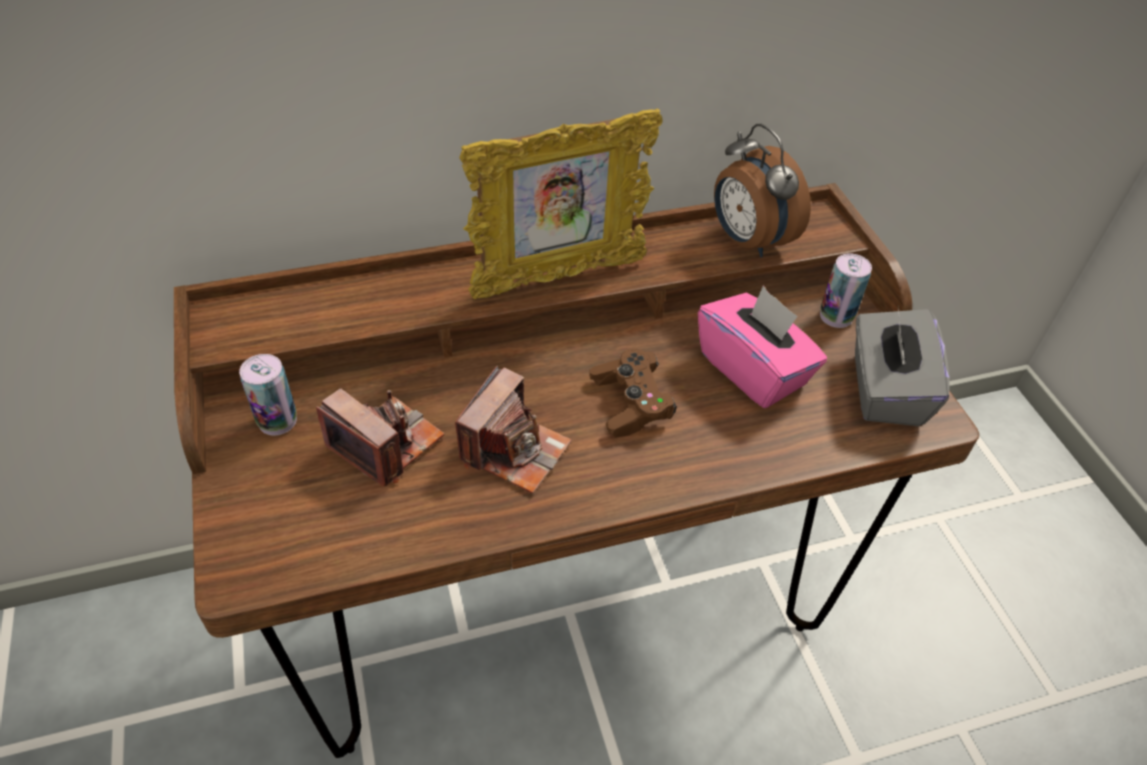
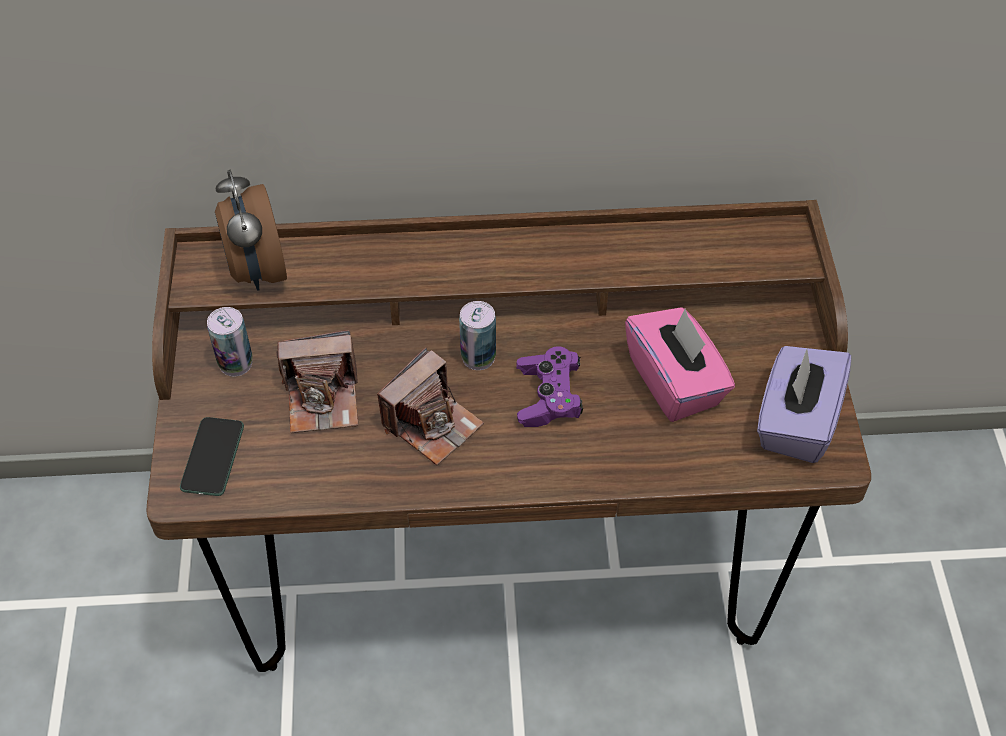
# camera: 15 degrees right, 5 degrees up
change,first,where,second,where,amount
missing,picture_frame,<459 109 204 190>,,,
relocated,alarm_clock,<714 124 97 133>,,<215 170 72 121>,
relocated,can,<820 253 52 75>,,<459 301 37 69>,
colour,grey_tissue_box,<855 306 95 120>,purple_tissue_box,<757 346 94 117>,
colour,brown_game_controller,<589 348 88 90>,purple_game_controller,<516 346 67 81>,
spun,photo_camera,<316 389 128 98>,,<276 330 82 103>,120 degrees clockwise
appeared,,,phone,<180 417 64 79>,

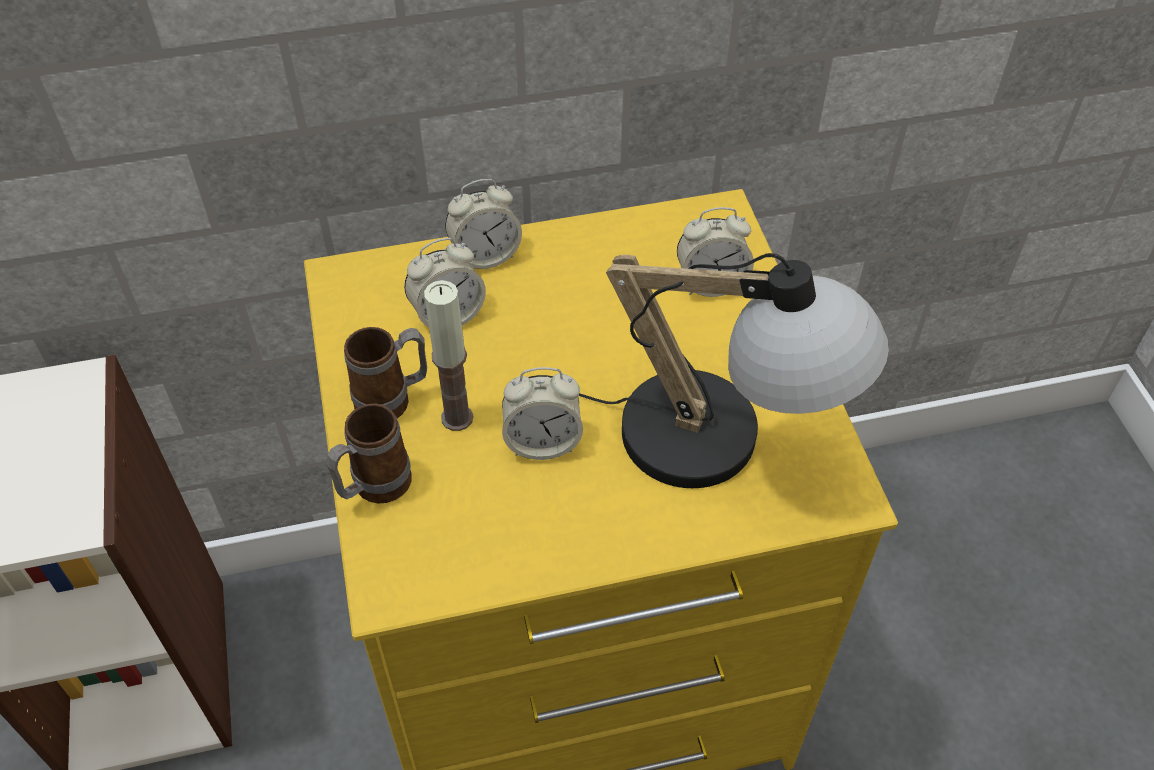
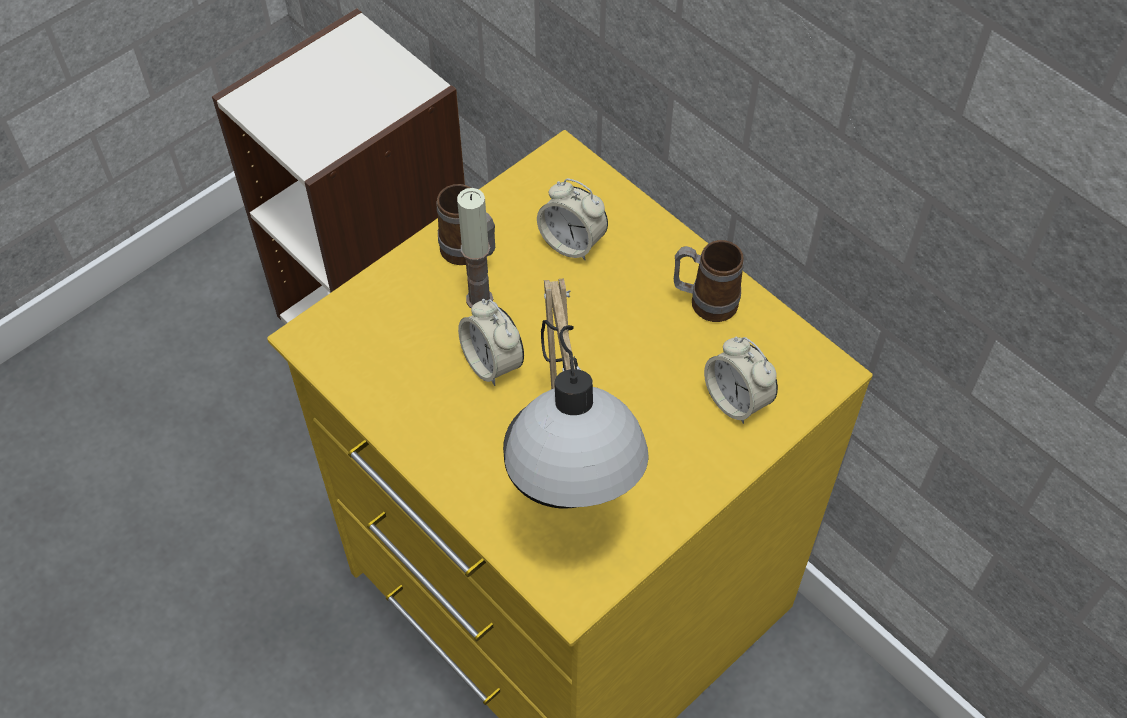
# camera: 60 degrees right, 5 degrees up
change,first,where,second,where,amount
missing,alarm_clock,<445 179 77 90>,,,
relocated,mug,<326 403 86 100>,,<674 240 70 82>,

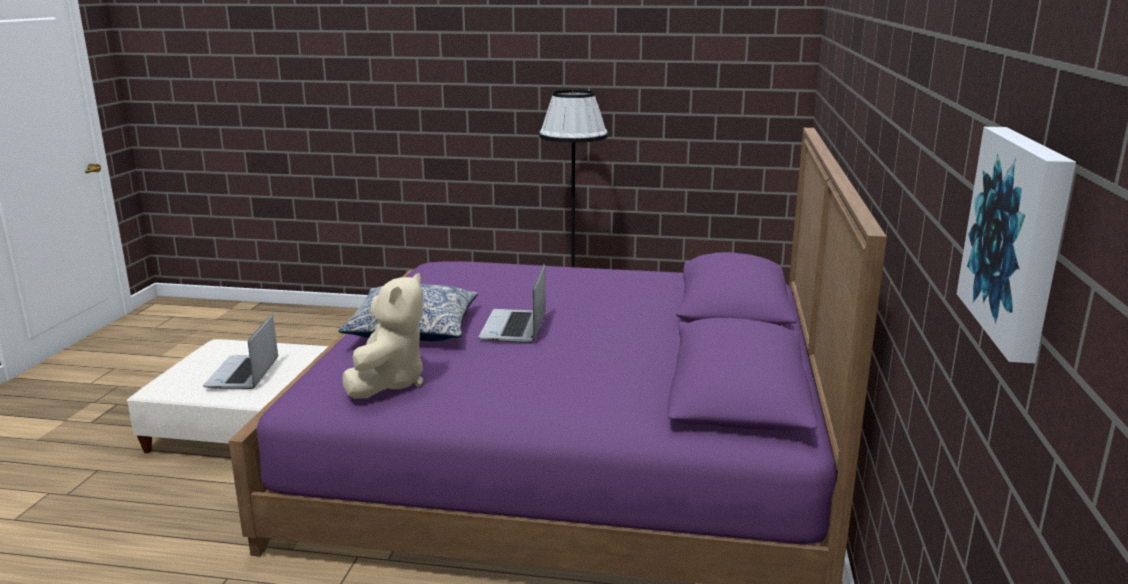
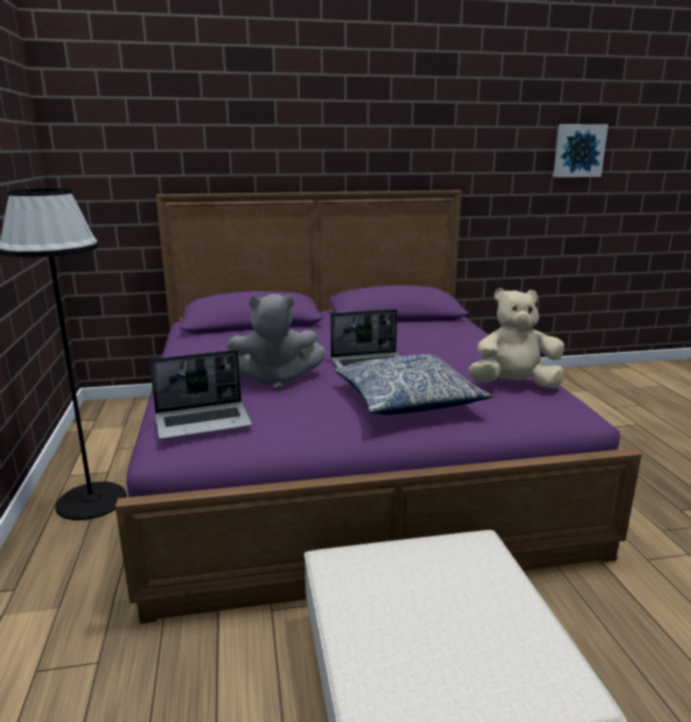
# camera: 110 degrees left, 0 degrees up
change,first,where,second,where,amount
relocated,laptop,<203 313 75 76>,,<149 350 103 89>,
appeared,,,grey_plush_toy,<227 294 99 96>,

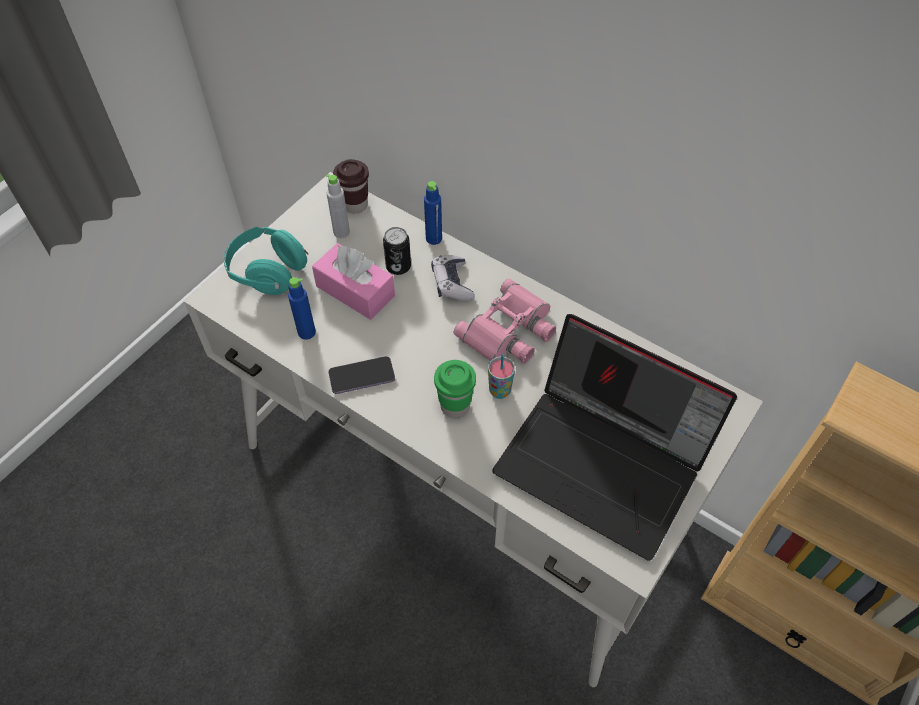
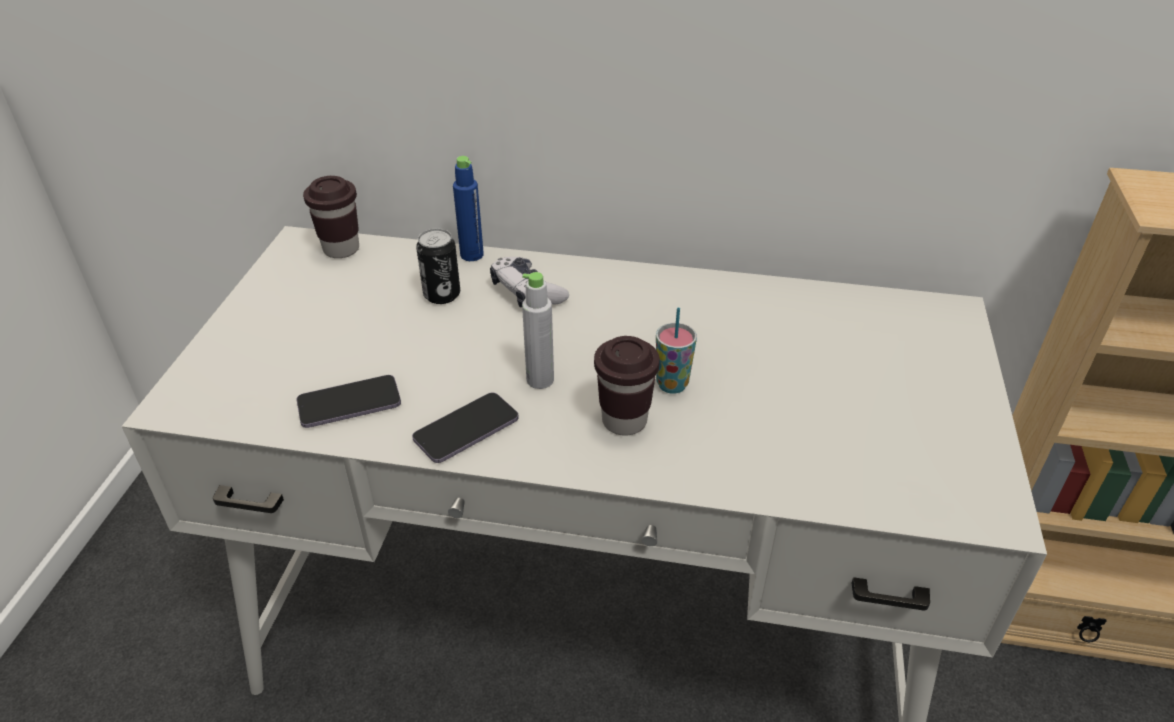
# camera: 25 degrees left, 15 degrees down
change,first,where,second,where,amount
relocated,grey_bottle,<326 174 24 64>,,<522 272 32 117>,
missing,turquoise_headphones,<223 227 86 68>,,,
missing,pink_tissue_box,<312 243 83 77>,,,
exchanged,blue_bottle,<288 277 28 63>,phone,<297 375 104 53>,
missing,pink_binoculars,<454 279 102 85>,,,
missing,laptop,<492 314 245 247>,,,
colour,green_cup,<434 360 42 58>,brown_cup,<594 336 66 100>,

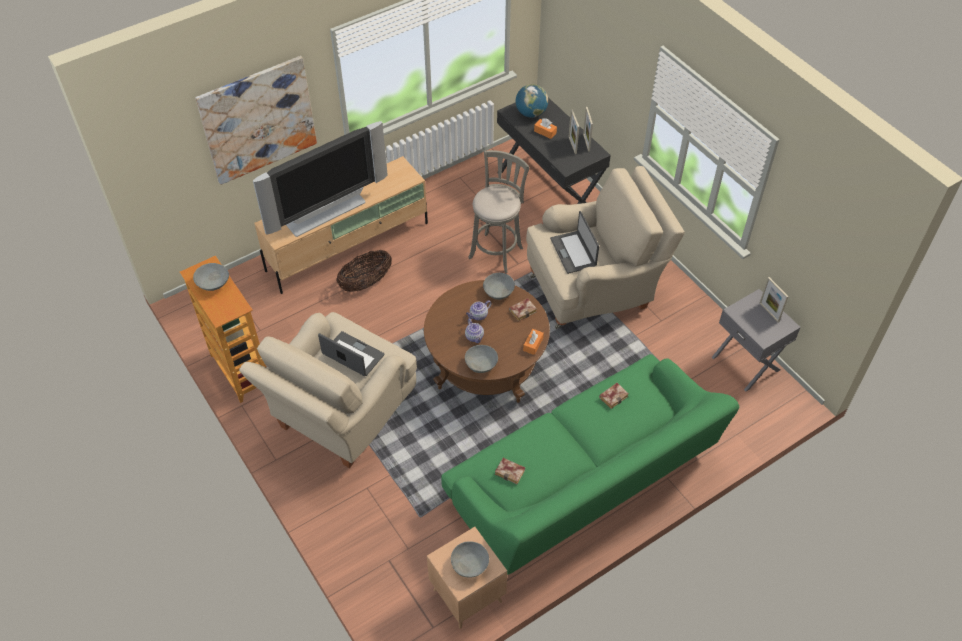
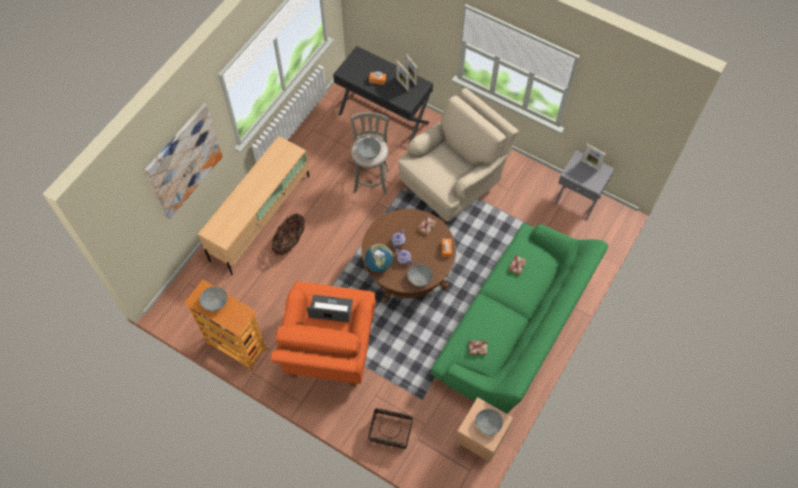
# camera: 25 degrees left, 10 degrees up
change,first,where,second,where,amount
relocated,globe,<516 84 32 34>,,<365 244 28 28>,
missing,television,<253 121 135 116>,,,
missing,laptop,<550 211 49 63>,,,
relocated,grey_bowl,<483 273 32 27>,,<357 138 24 21>,
colour,beige_armchair,<239 312 178 156>,orange_armchair,<271 282 105 105>,
appeared,,,basket,<368 408 45 41>,

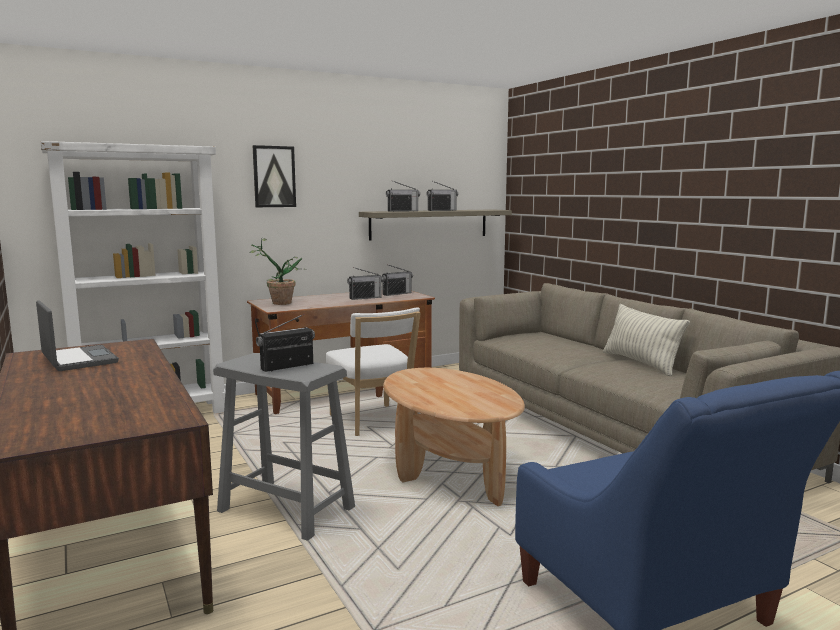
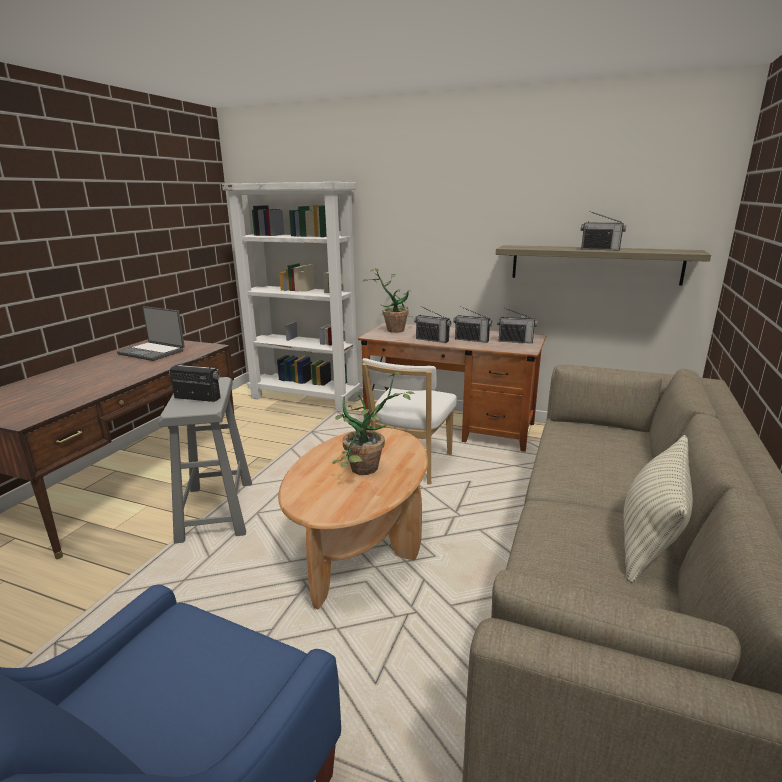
# camera: 50 degrees right, 10 degrees up
change,first,where,second,where,amount
missing,picture,<252 145 44 62>,,,
relocated,radio,<386 180 34 32>,,<414 306 37 37>,
spun,laptop,<36 300 83 71>,,<117 306 68 55>,105 degrees clockwise
appeared,,,potted_plant,<332 372 83 103>,

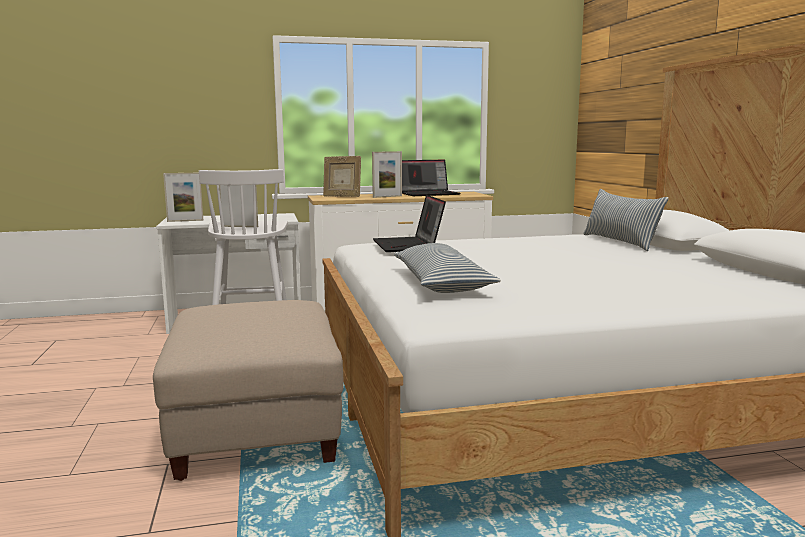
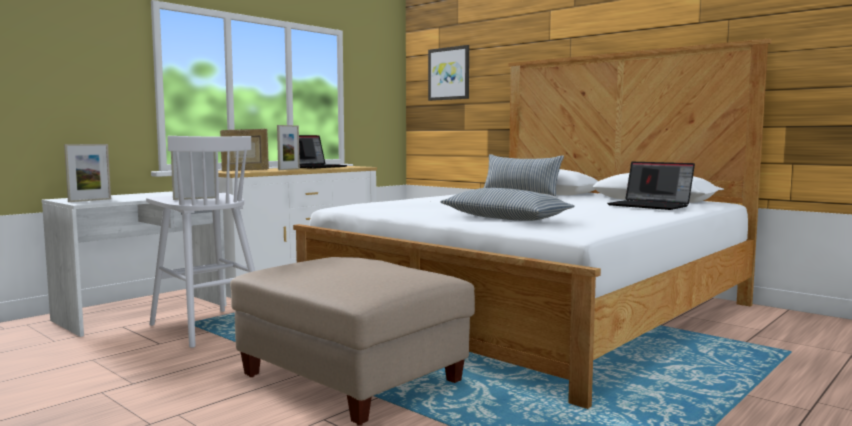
# camera: 35 degrees left, 5 degrees down
change,first,where,second,where,amount
relocated,laptop,<373 195 73 57>,,<607 162 88 48>,
appeared,,,picture,<428 45 41 56>,

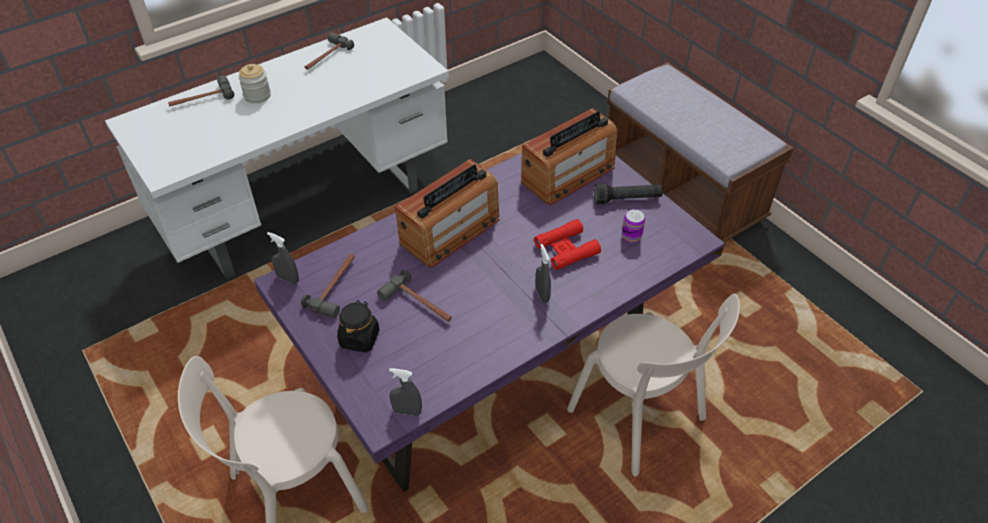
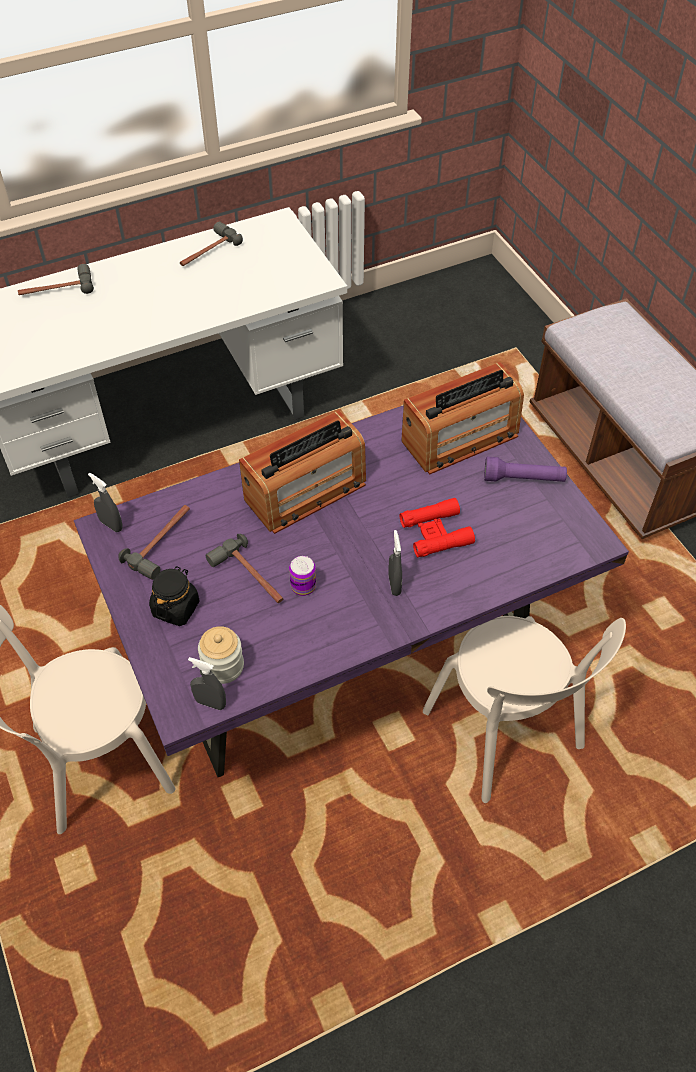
# camera: 10 degrees right, 5 degrees up
change,first,where,second,where,amount
relocated,jar,<238 64 33 39>,,<198 626 46 58>,
colour,black_flashlight,<594 184 69 20>,purple_flashlight,<484 457 83 25>,
relocated,can,<622 209 23 34>,,<289 556 27 40>,

